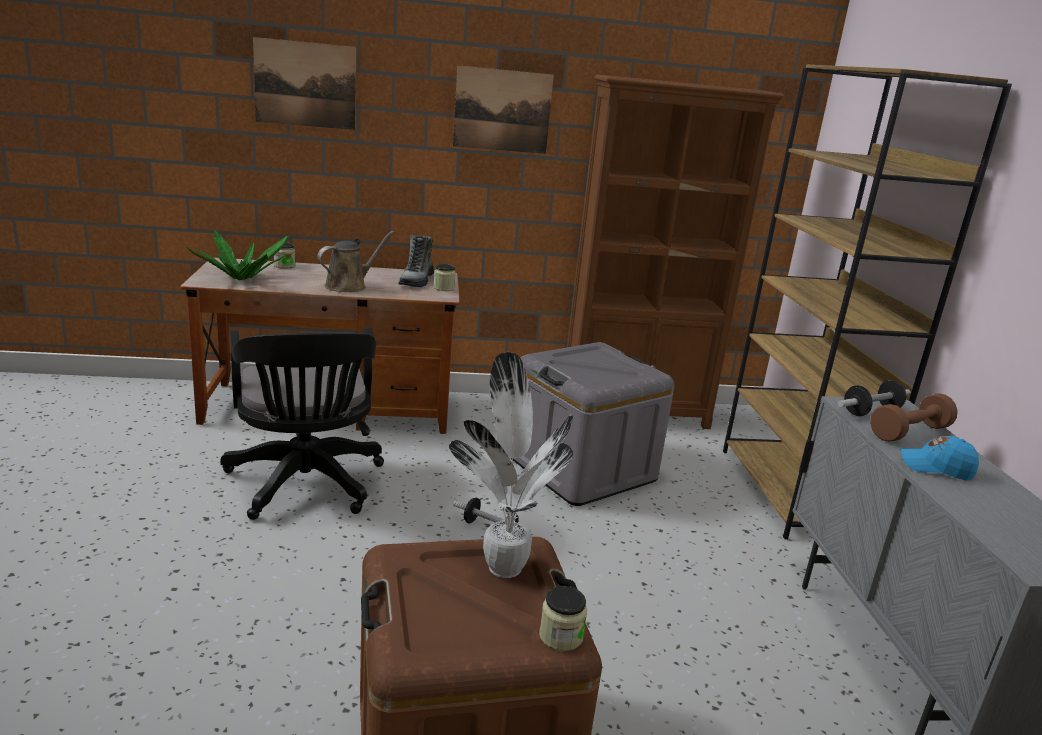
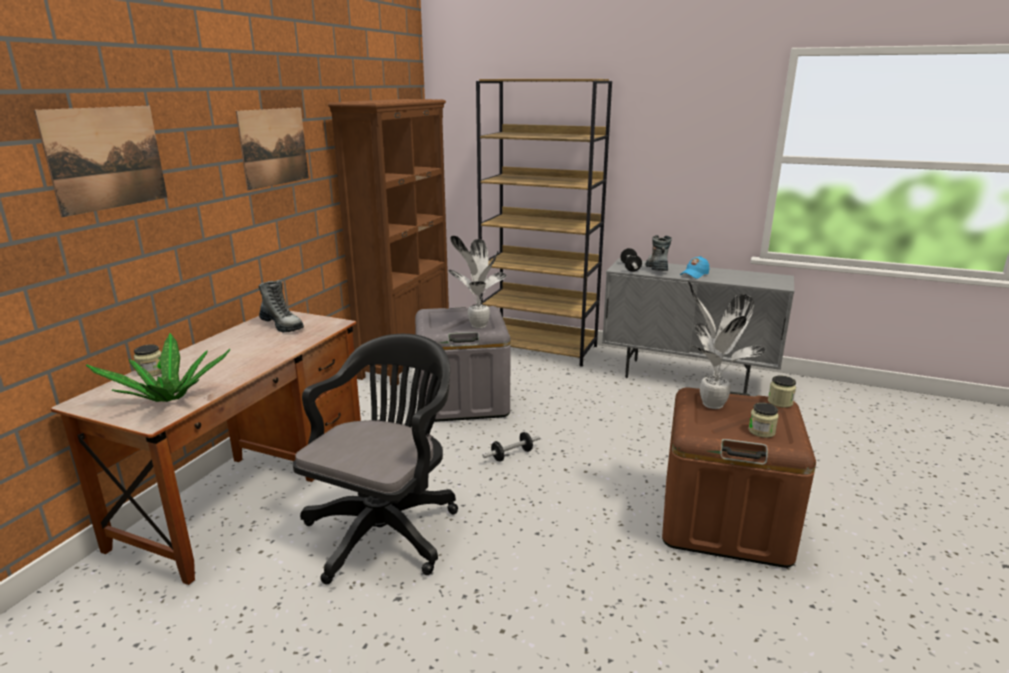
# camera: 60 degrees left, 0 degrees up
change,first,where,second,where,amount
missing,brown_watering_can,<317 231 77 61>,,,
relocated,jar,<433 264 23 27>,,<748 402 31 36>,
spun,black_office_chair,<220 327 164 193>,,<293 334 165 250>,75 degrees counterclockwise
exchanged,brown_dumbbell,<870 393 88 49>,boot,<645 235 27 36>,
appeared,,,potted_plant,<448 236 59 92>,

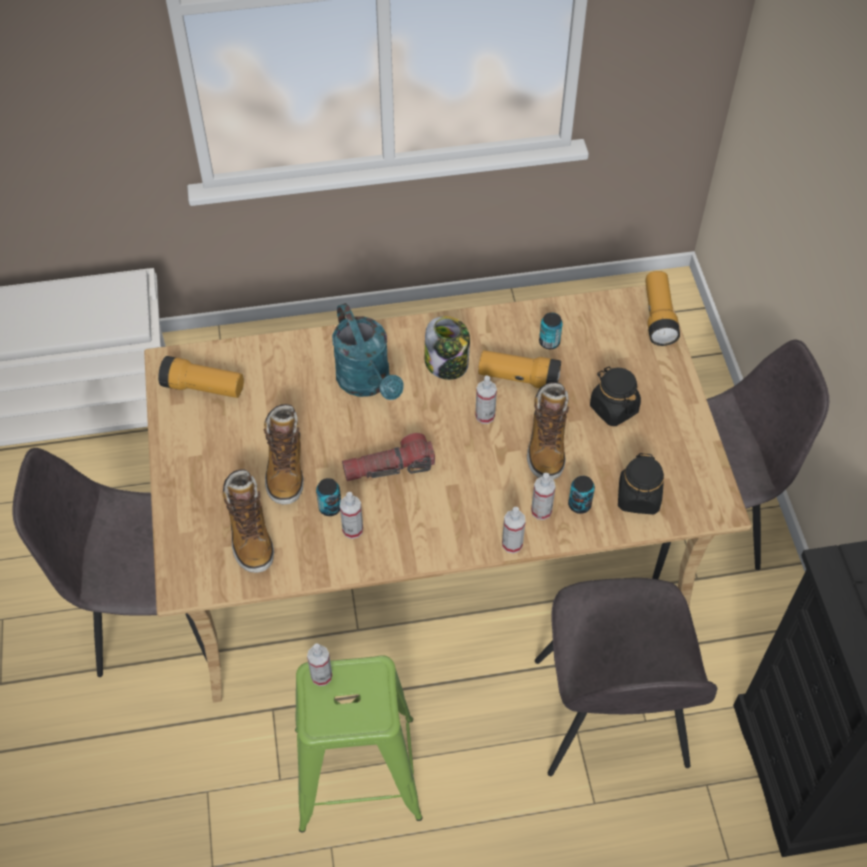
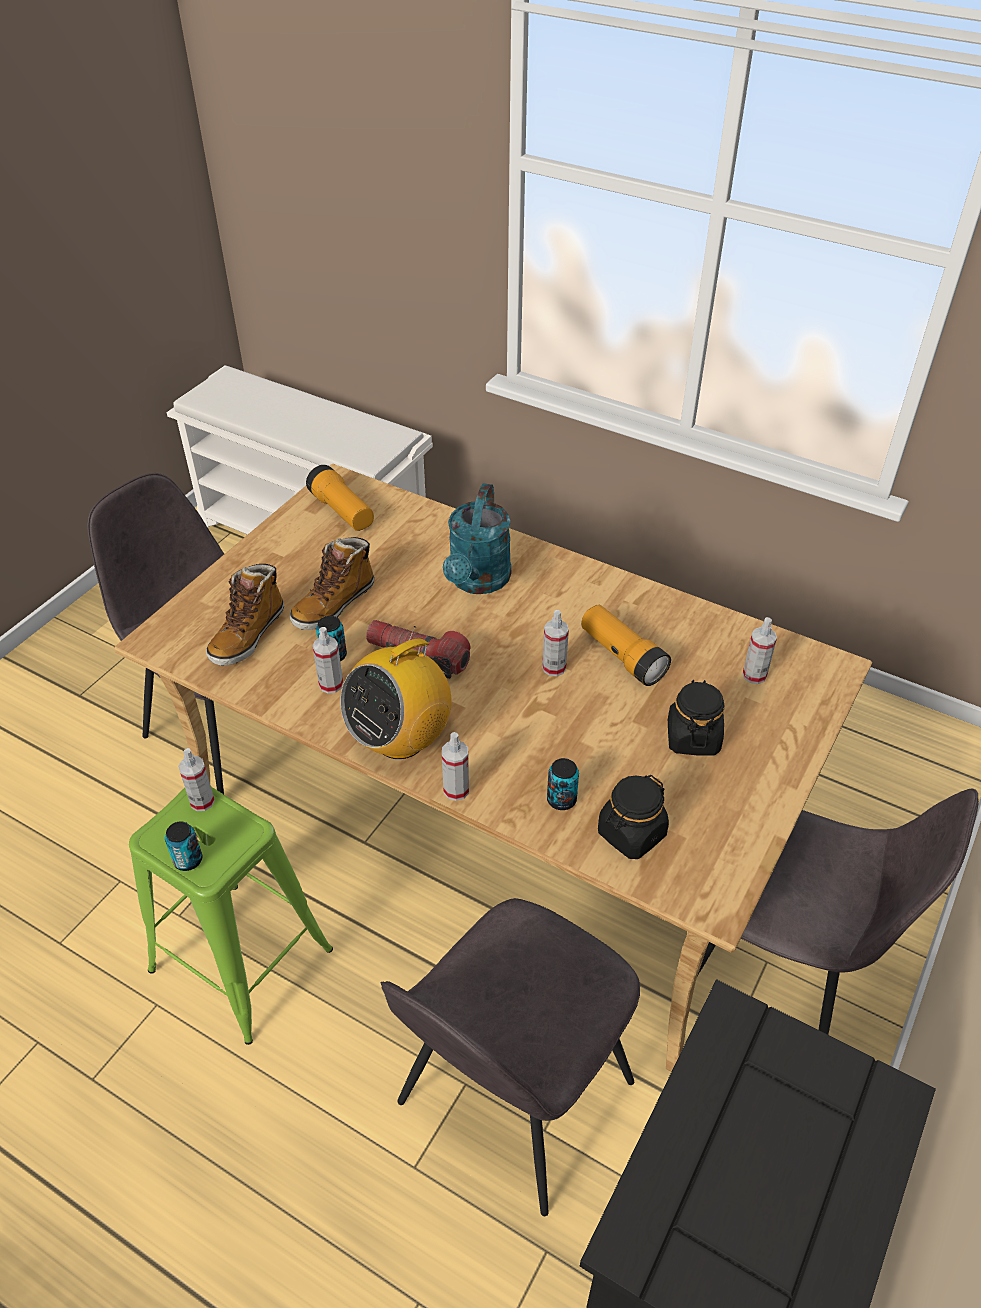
# camera: 40 degrees right, 10 degrees down
change,first,where,second,where,amount
missing,flashlight,<645 271 35 75>,,,
relocated,can,<539 312 24 37>,,<165 821 37 50>,
missing,jar,<425 316 45 64>,,,
missing,boot,<527 382 42 98>,,,
relocated,spray_bottle,<531 473 25 47>,,<742 617 35 67>,
appeared,,,radio,<340 626 111 133>,

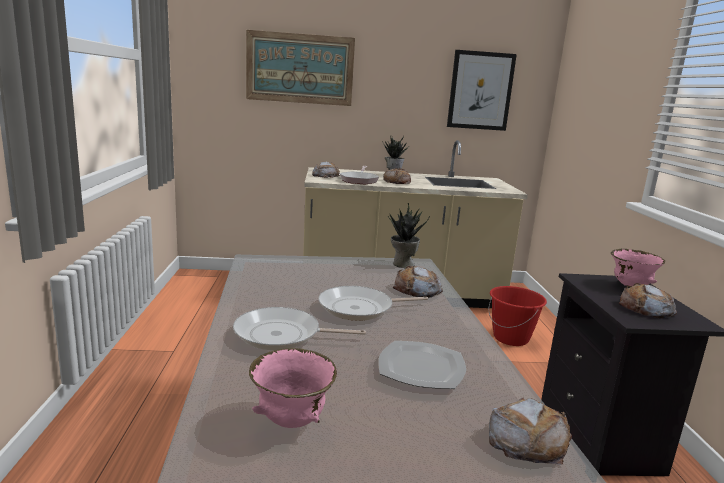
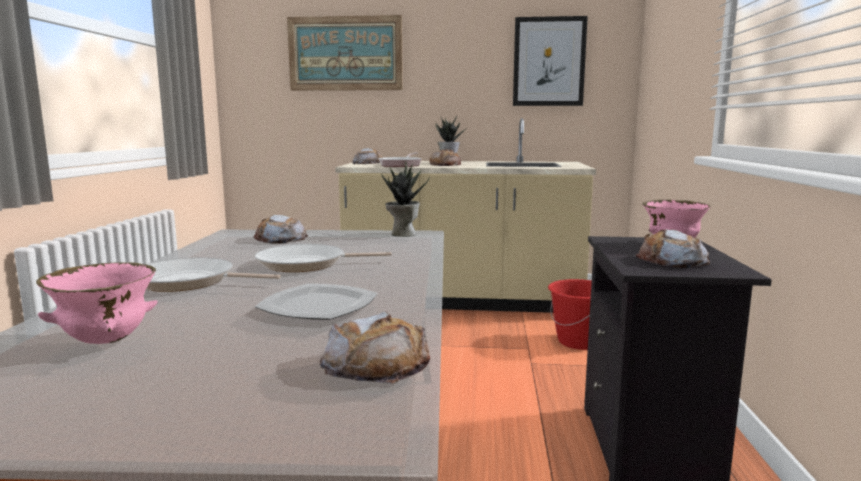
# camera: 10 degrees right, 5 degrees down
change,first,where,second,where,amount
relocated,bread,<393 266 50 32>,,<253 214 55 30>,

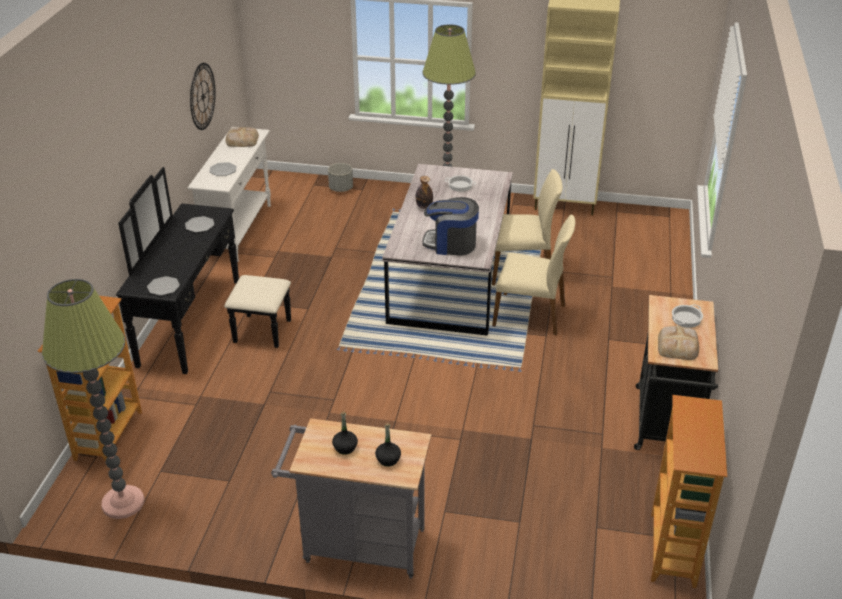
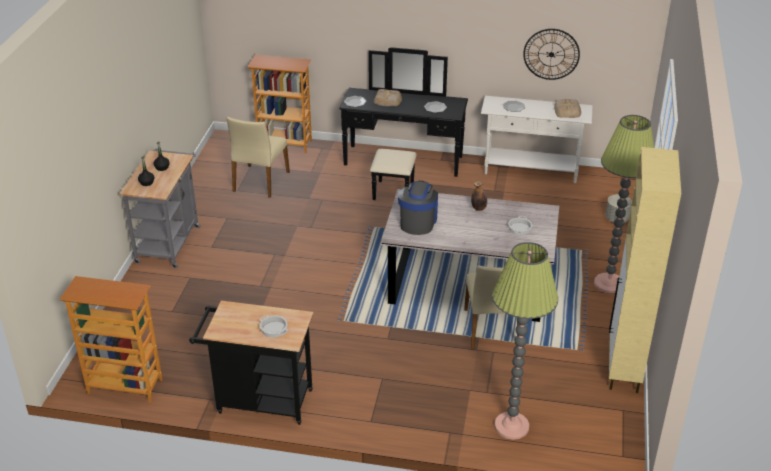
# camera: 90 degrees right, 0 degrees up
change,first,where,second,where,amount
relocated,beige_chair,<492 214 83 121>,,<227 117 63 81>,
relocated,floor_lamp,<42 279 102 240>,,<492 242 66 198>,
relocated,bread,<658 326 41 34>,,<374 89 28 18>,

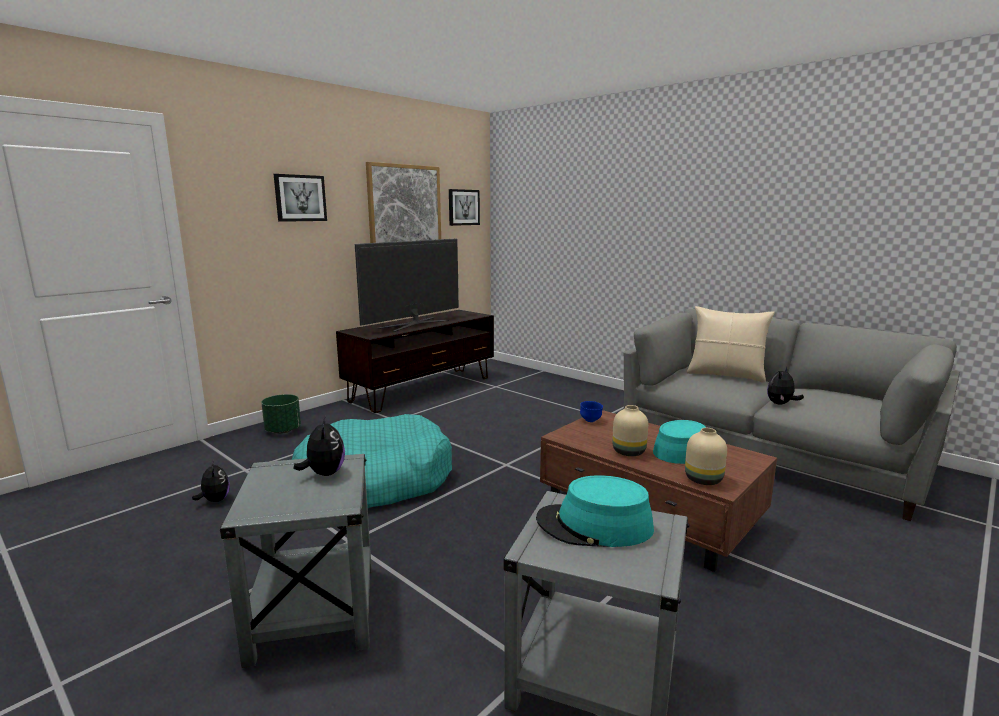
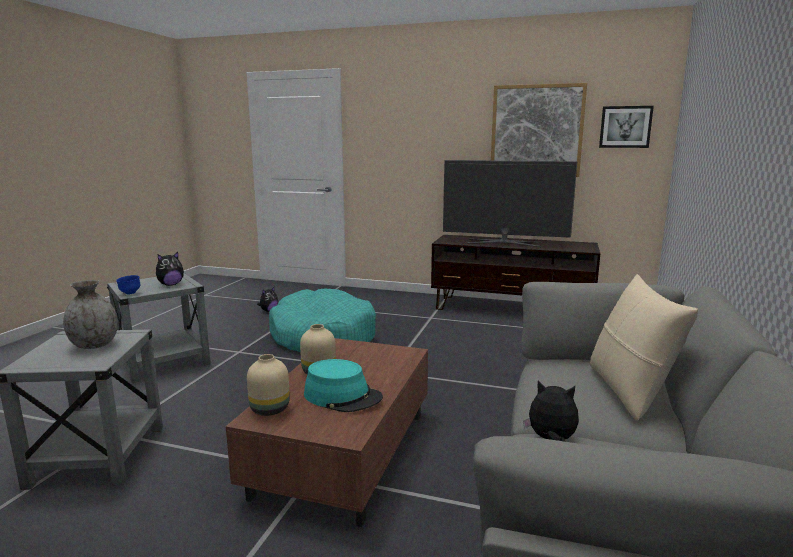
# camera: 65 degrees right, 0 degrees up
change,first,where,second,where,amount
missing,picture,<274 174 53 48>,,,
missing,green_planter,<261 394 40 40>,,,
relocated,blue_bowl,<580 401 23 21>,,<116 275 25 19>,
exchanged,turquoise_hat,<536 475 118 72>,grey_vase,<63 280 55 69>,

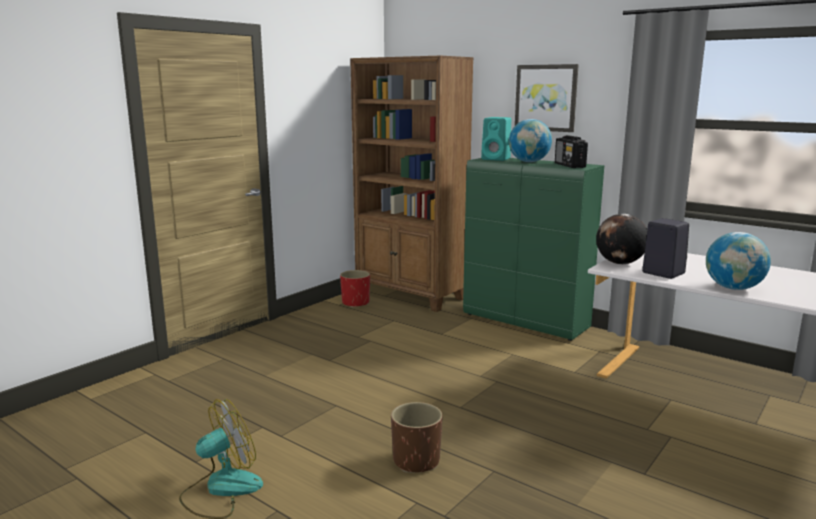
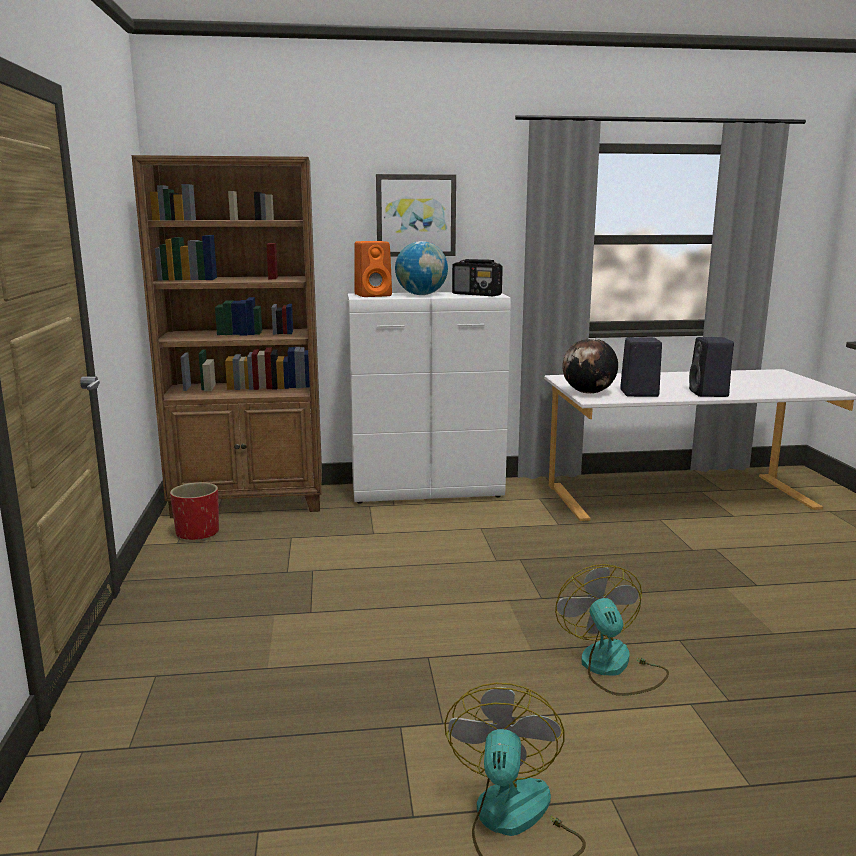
# camera: 45 degrees left, 0 degrees up
change,first,where,second,where,amount
colour,turquoise_speaker,<481 117 30 44>,orange_speaker,<354 241 38 56>,
colour,green_cabinet,<463 158 141 183>,white_cabinet,<348 292 163 212>,
exchanged,globe,<706 232 65 58>,black_speaker,<689 337 45 60>,
exchanged,brown_planter,<391 402 52 71>,fan,<555 564 114 132>,

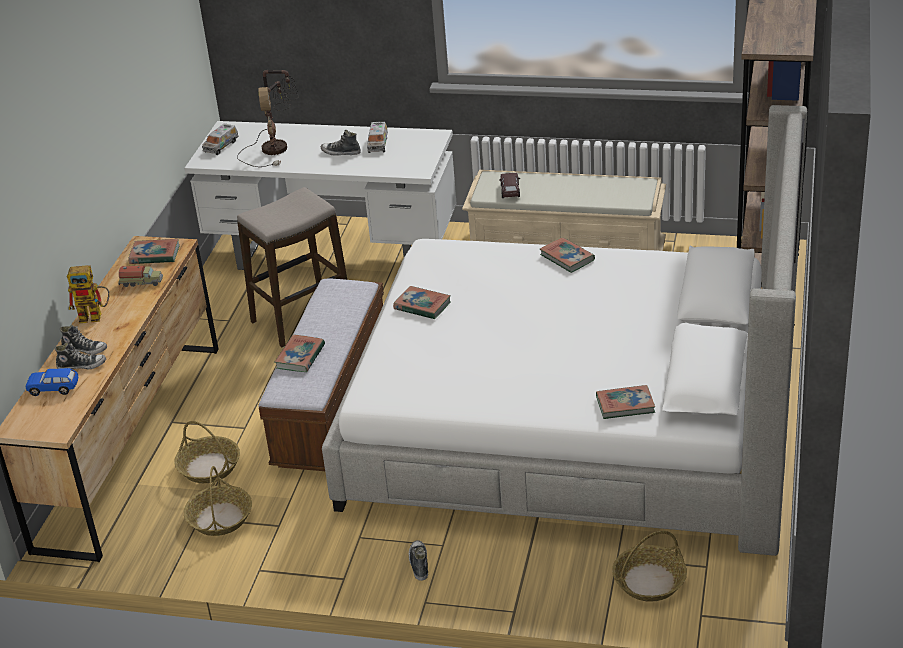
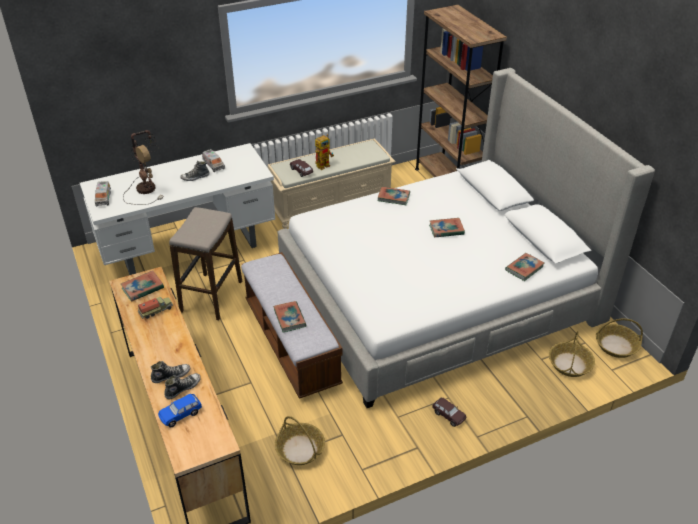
# camera: 40 degrees left, 5 degrees up
change,first,where,second,where,amount
relocated,toy_robot,<67 265 43 58>,,<315 134 19 36>,
relocated,book,<393 286 58 33>,,<429 218 36 20>,
relocated,basket,<174 421 66 62>,,<596 319 47 39>,
exchanged,shoe,<409 540 19 41>,brown_toy_car,<432 398 34 29>,

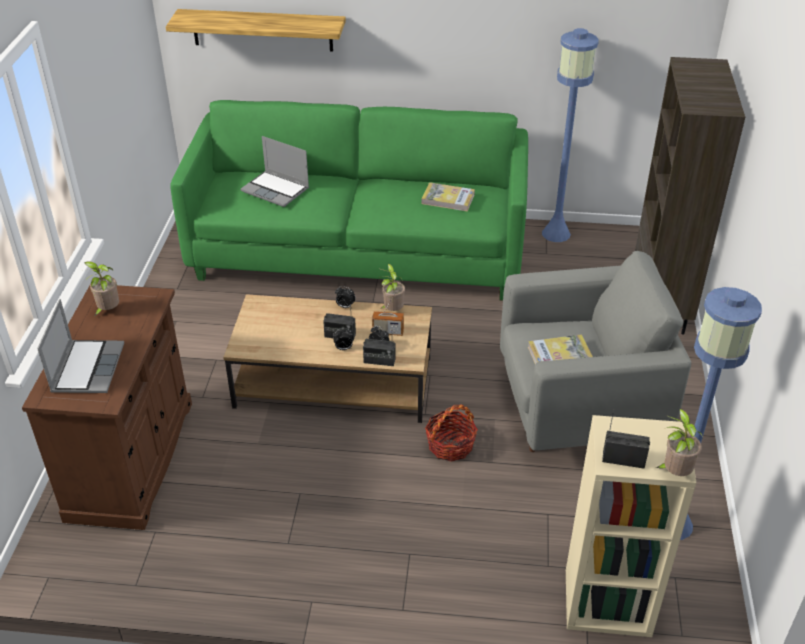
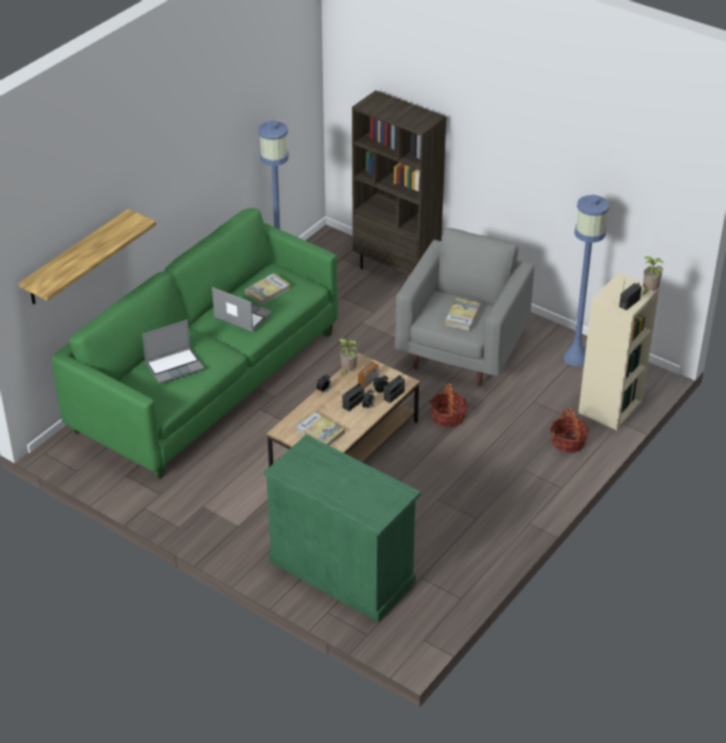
# camera: 60 degrees left, 0 degrees up
change,first,where,second,where,amount
missing,potted_plant,<84 261 35 54>,,,
colour,brown_cabinet,<22 285 170 245>,green_cabinet,<264 434 157 188>,
relocated,laptop,<37 299 87 94>,,<212 287 60 45>,
appeared,,,basket,<550 408 39 45>,
appeared,,,book,<295 411 50 35>,

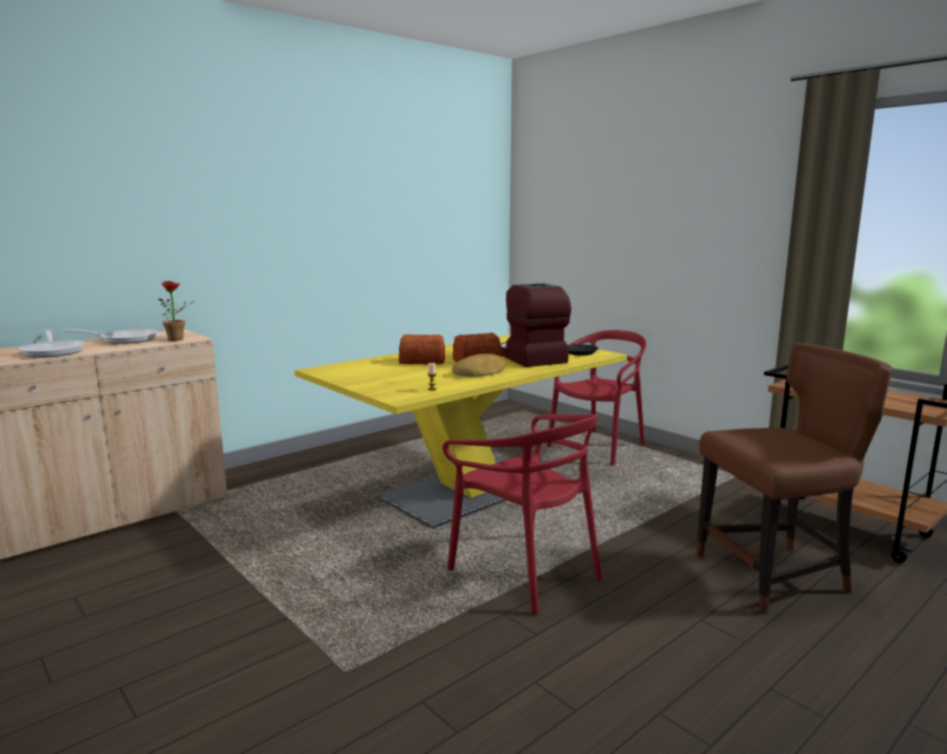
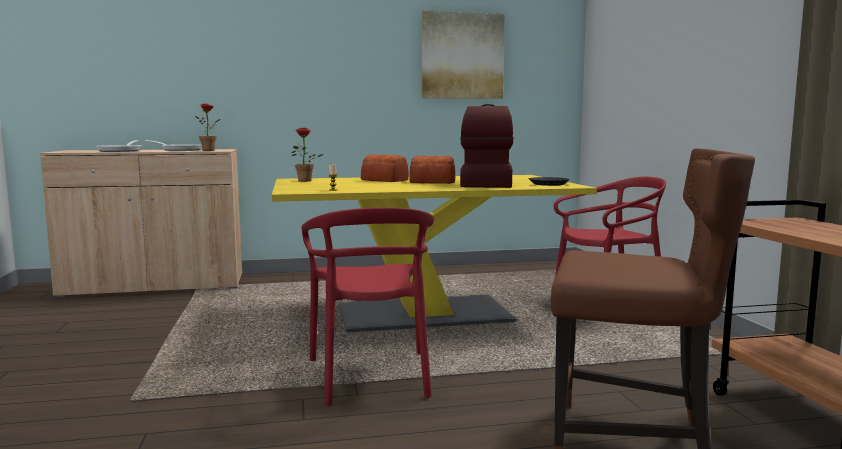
# camera: 30 degrees right, 5 degrees down
change,first,where,second,where,amount
missing,bread,<452 354 54 23>,,,
appeared,,,picture,<422 11 83 88>,
appeared,,,potted_plant,<291 128 33 54>,

